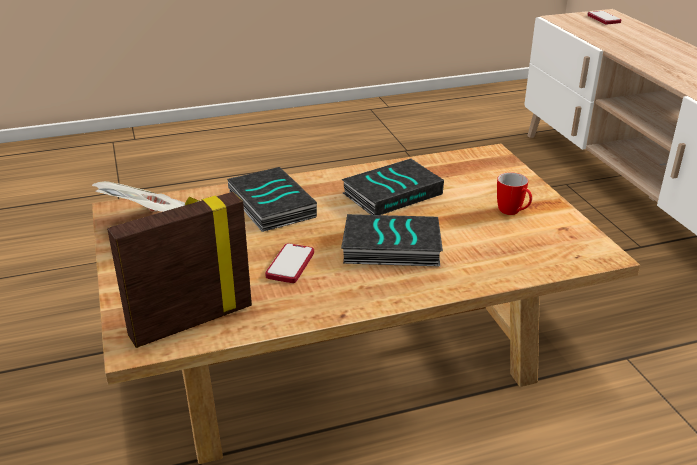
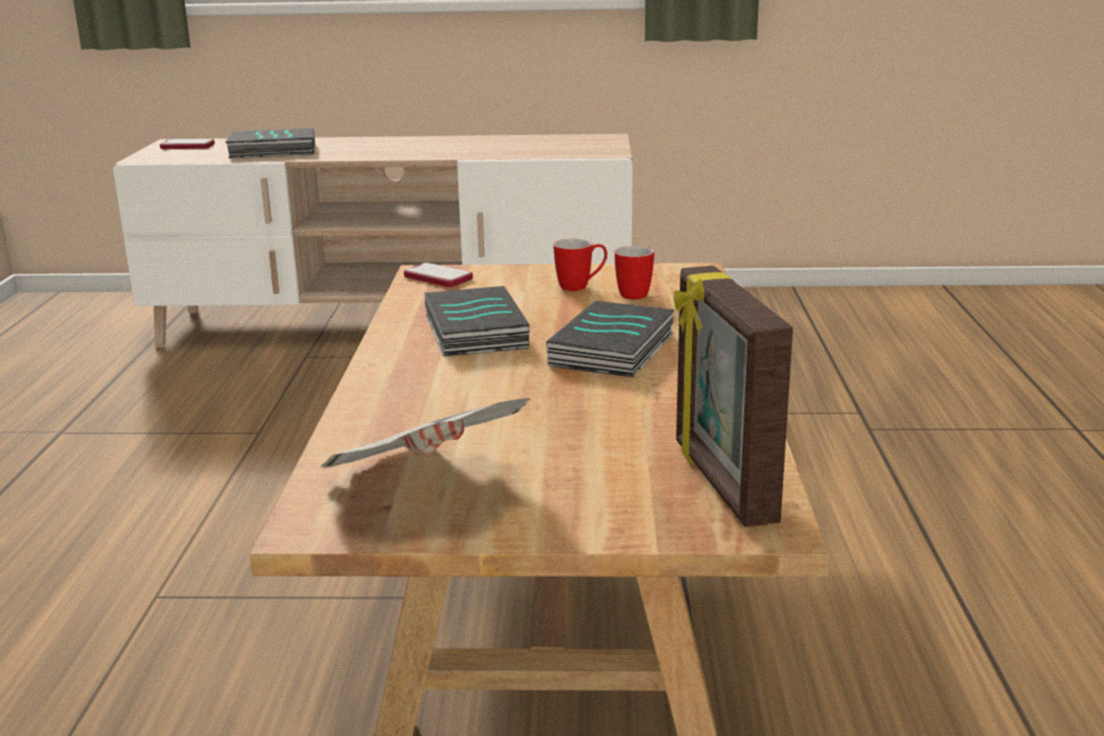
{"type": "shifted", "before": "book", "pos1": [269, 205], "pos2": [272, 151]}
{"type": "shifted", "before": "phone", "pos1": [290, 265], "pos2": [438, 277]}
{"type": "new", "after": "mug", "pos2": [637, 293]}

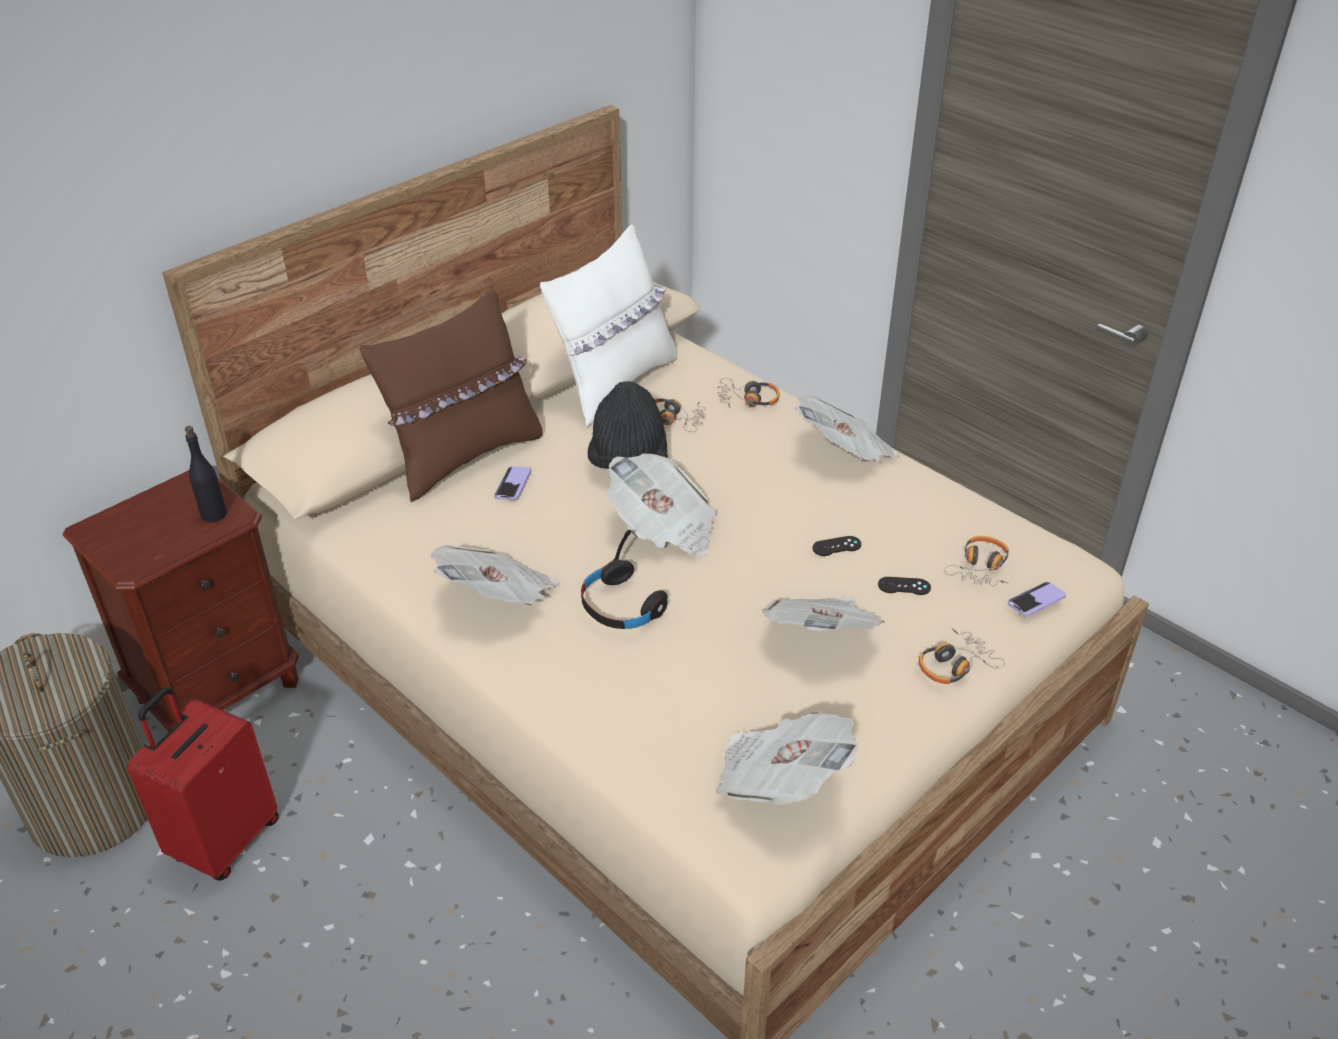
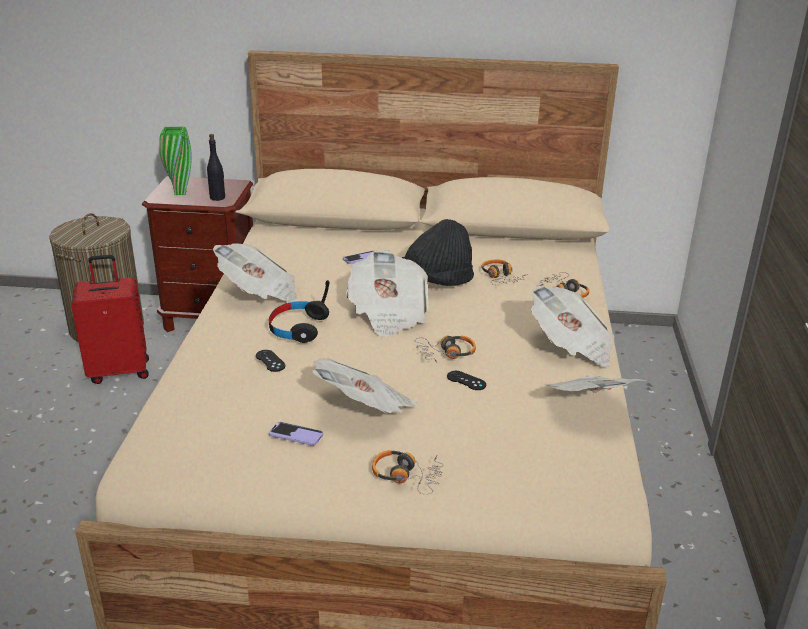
{"type": "gone", "before": "brown pillow", "pos1": [464, 456]}
{"type": "gone", "before": "white pillow", "pos1": [615, 384]}
{"type": "shifted", "before": "newspaper", "pos1": [780, 780], "pos2": [590, 405]}
{"type": "shifted", "before": "black game controller", "pos1": [904, 586], "pos2": [270, 361]}
{"type": "shifted", "before": "headphones", "pos1": [980, 568], "pos2": [446, 354]}
{"type": "shifted", "before": "phone", "pos1": [1036, 600], "pos2": [296, 435]}
{"type": "new", "after": "green vase", "pos2": [180, 193]}

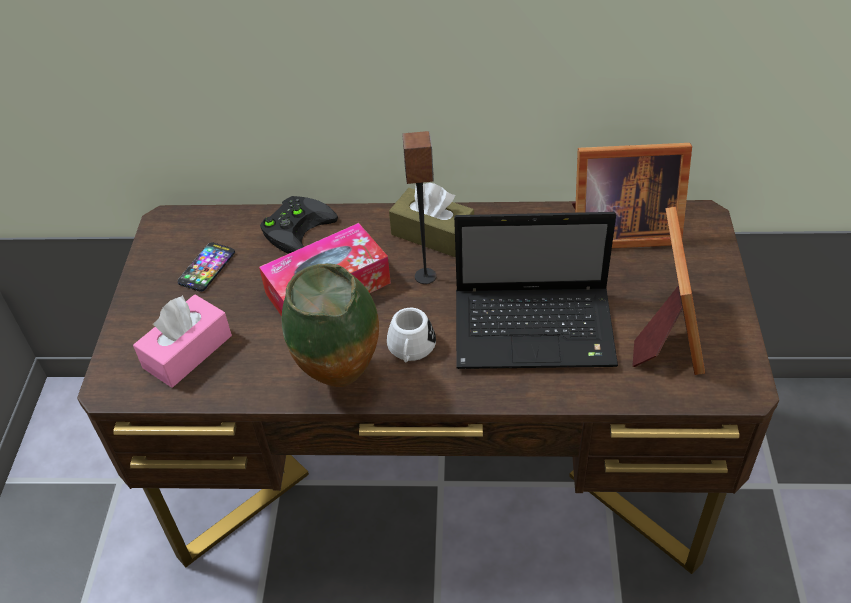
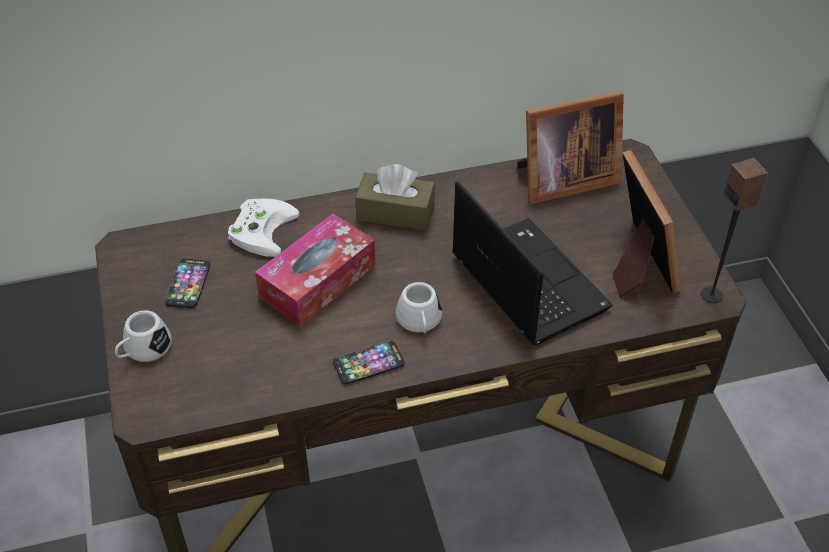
{"type": "gone", "before": "pink tissue box", "pos1": [187, 351]}
{"type": "repainted", "before": "black game controller", "after": "white game controller", "pos1": [297, 226], "pos2": [261, 228]}
{"type": "swapped", "before": "vase", "after": "phone", "pos1": [342, 382], "pos2": [369, 363]}
{"type": "shifted", "before": "speaker", "pos1": [426, 276], "pos2": [712, 295]}
{"type": "rotated", "before": "laptop", "pos1": [537, 329], "pos2": [525, 281], "turn": -105}
{"type": "new", "after": "white mug", "pos2": [143, 350]}

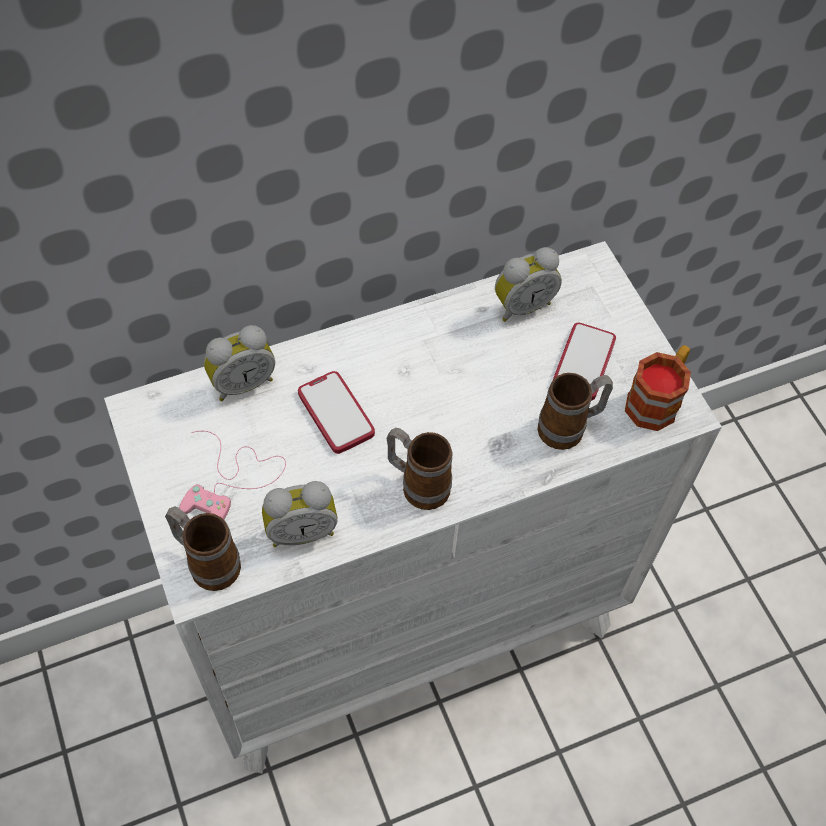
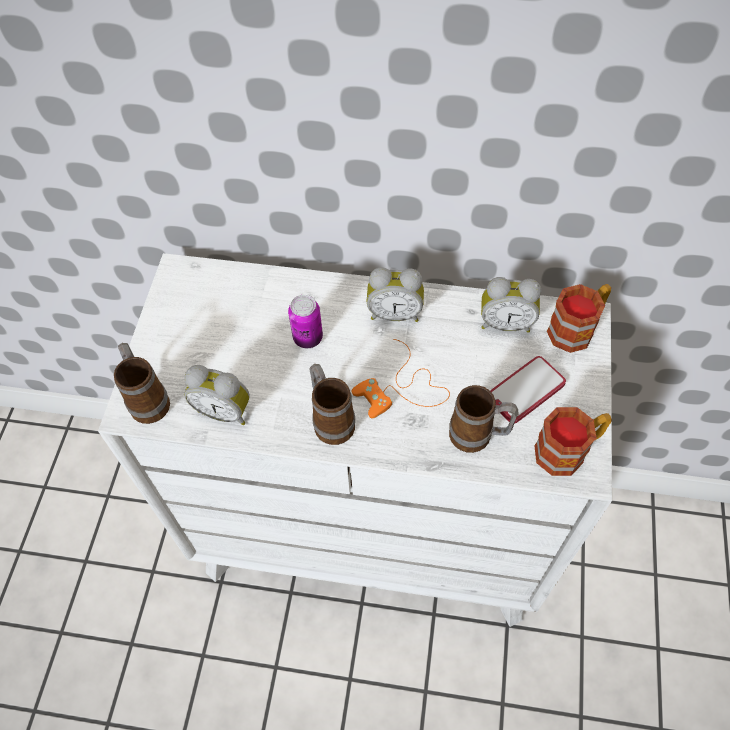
{"type": "gone", "before": "pink game controller", "pos1": [232, 479]}
{"type": "shifted", "before": "alarm clock", "pos1": [242, 382], "pos2": [395, 313]}
{"type": "swapped", "before": "phone", "after": "can", "pos1": [336, 413], "pos2": [308, 338]}
{"type": "new", "after": "orange game controller", "pos2": [402, 389]}
{"type": "new", "after": "mug", "pos2": [577, 328]}

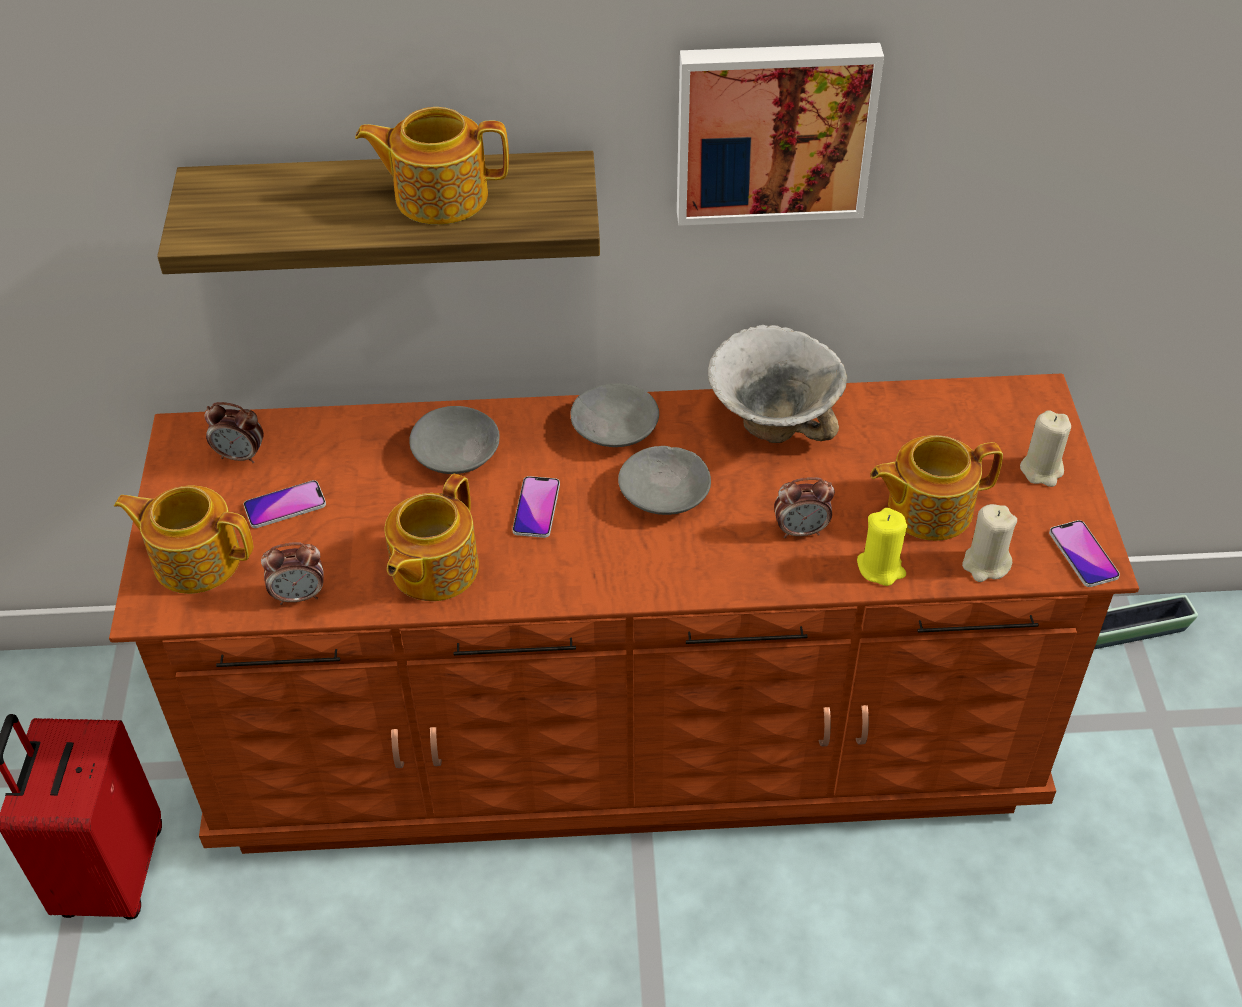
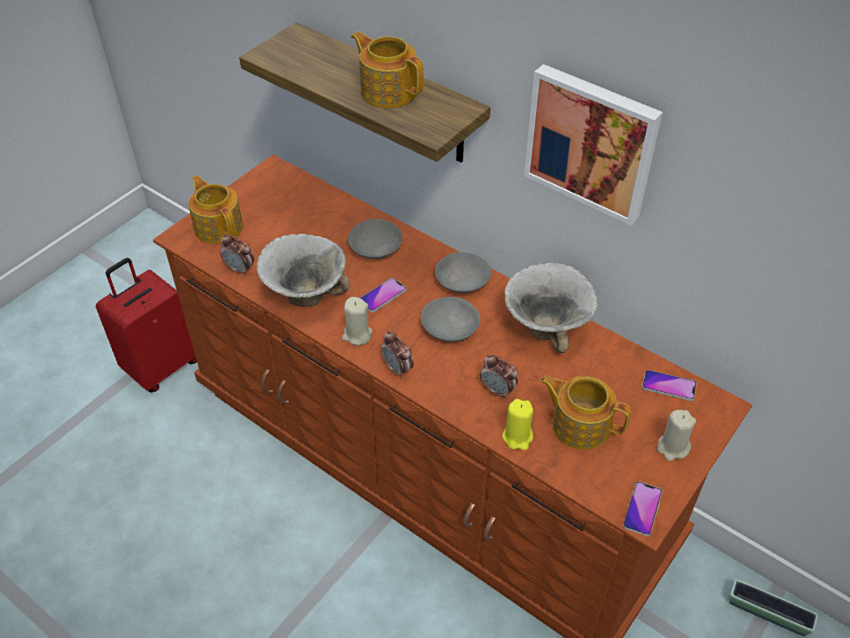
{"type": "shifted", "before": "alarm clock", "pos1": [241, 456], "pos2": [397, 369]}
{"type": "shifted", "before": "phone", "pos1": [285, 505], "pos2": [669, 386]}
{"type": "swapped", "before": "teapot", "after": "bowl", "pos1": [433, 569], "pos2": [306, 294]}
{"type": "shifted", "before": "beige candle", "pos1": [985, 564], "pos2": [357, 335]}

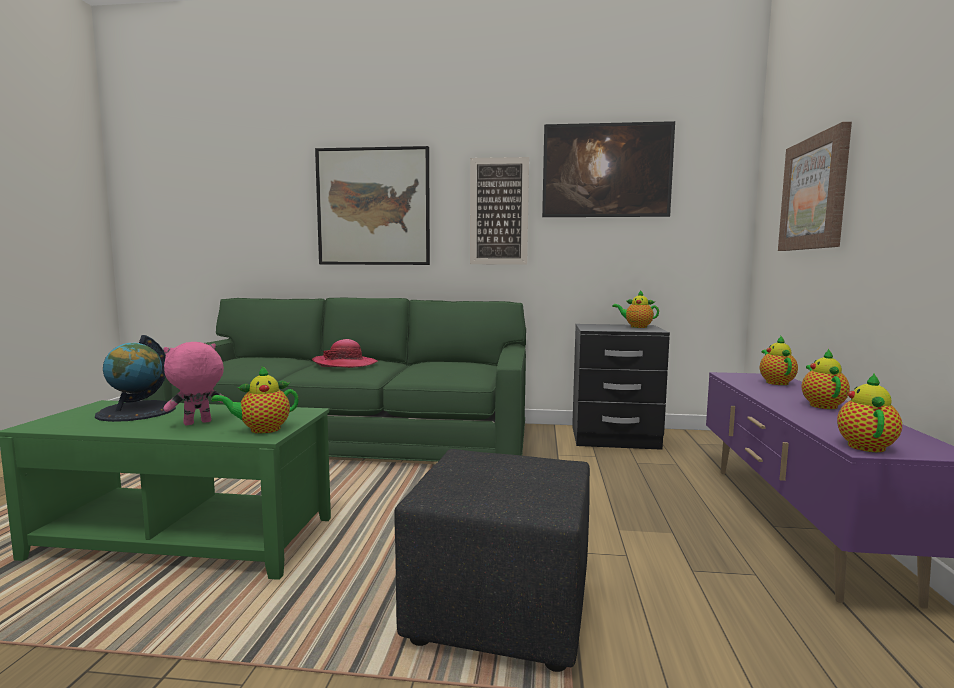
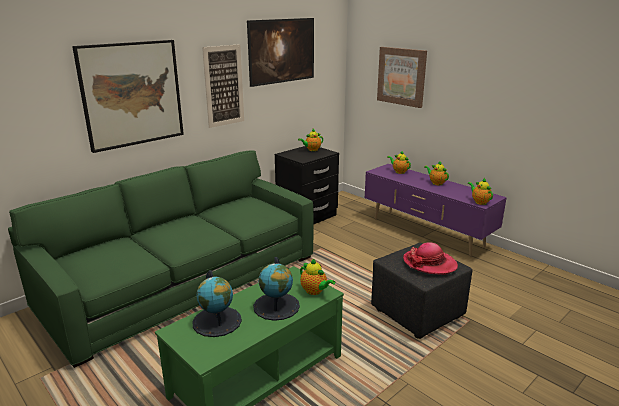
{"type": "swapped", "before": "pink plush toy", "after": "globe", "pos1": [197, 423], "pos2": [276, 306]}
{"type": "rotated", "before": "teapot", "pos1": [261, 430], "pos2": [315, 291], "turn": -60}
{"type": "shifted", "before": "hat", "pos1": [345, 364], "pos2": [429, 263]}

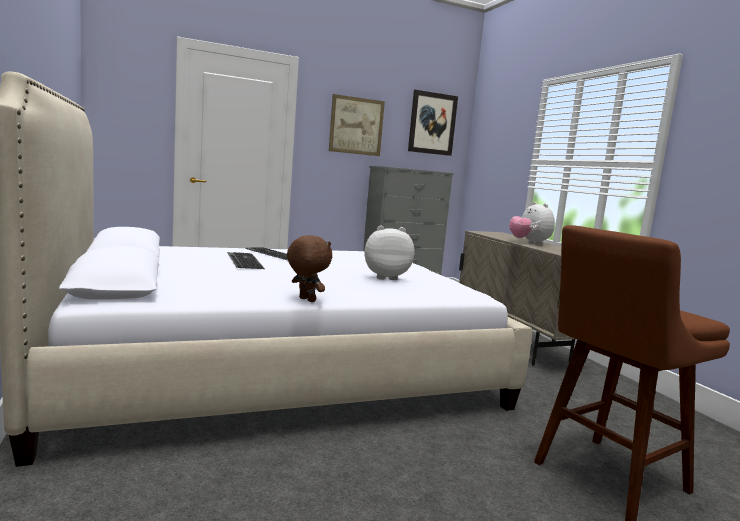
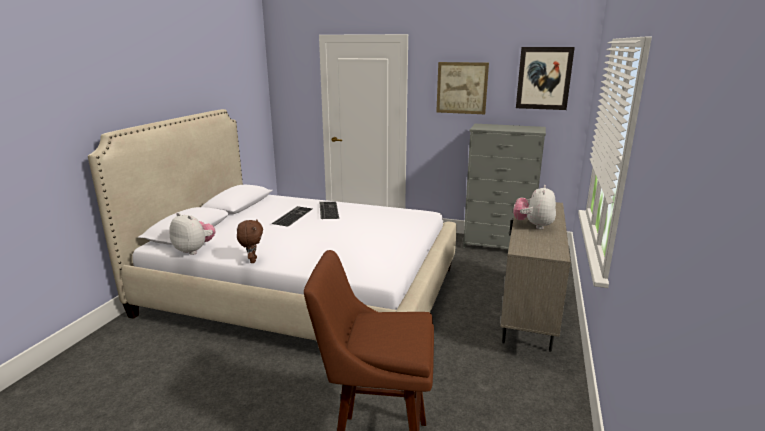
{"type": "shifted", "before": "plush toy", "pos1": [385, 277], "pos2": [194, 250]}

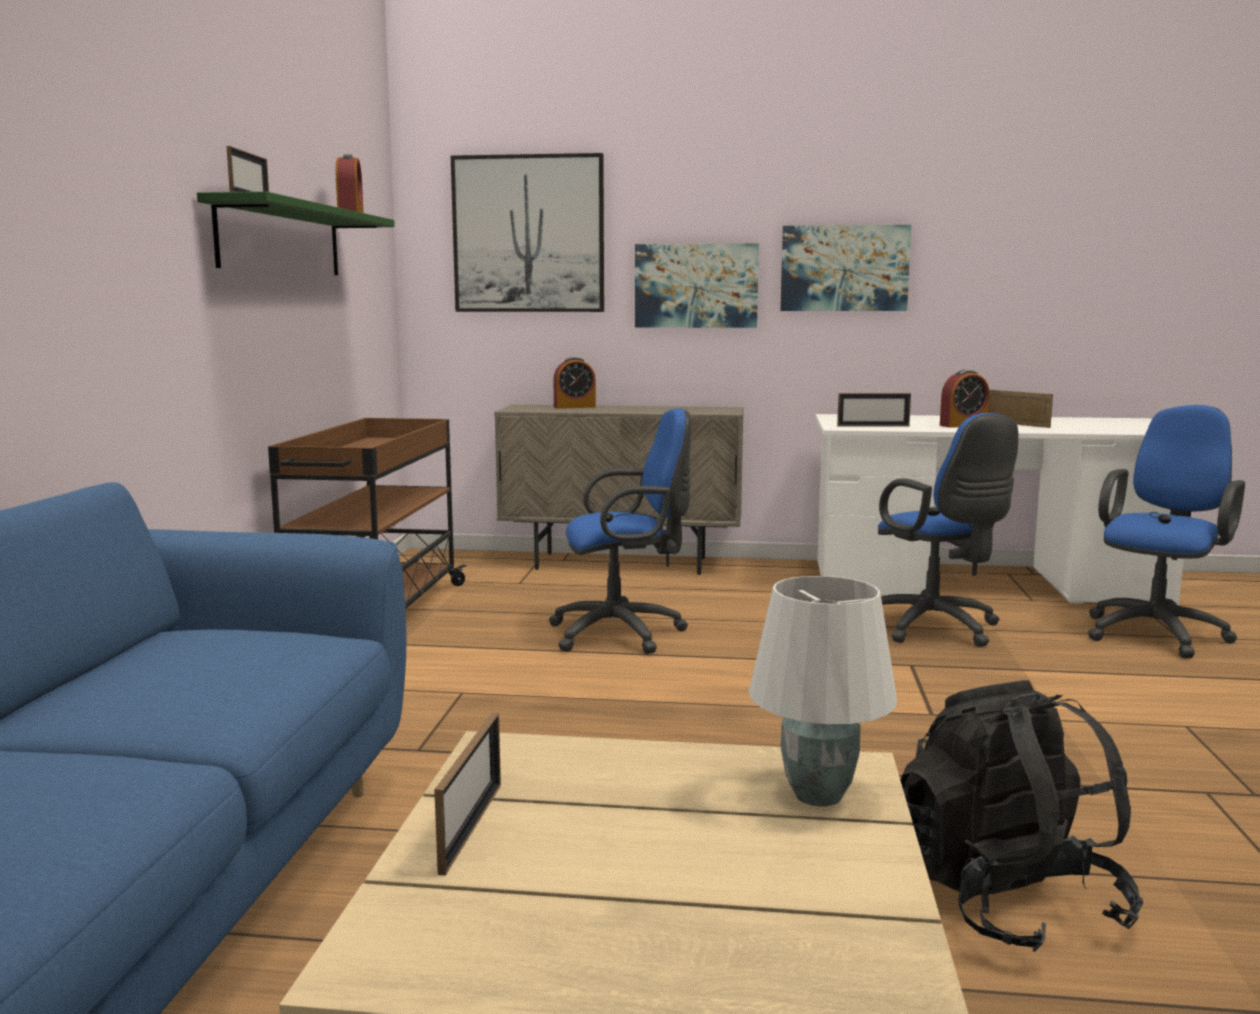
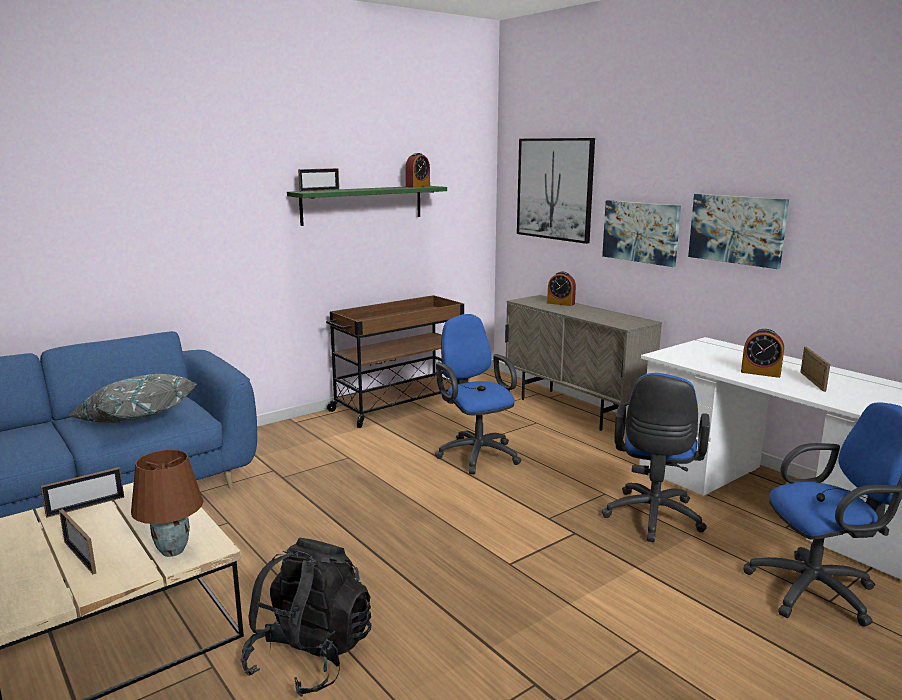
{"type": "rotated", "before": "blue office chair", "pos1": [624, 633], "pos2": [476, 453], "turn": -150}
{"type": "repainted", "before": "white table lamp", "after": "brown table lamp", "pos1": [820, 795], "pos2": [173, 551]}
{"type": "shifted", "before": "picture frame", "pos1": [873, 426], "pos2": [80, 557]}
{"type": "new", "after": "grey pillow", "pos2": [134, 419]}

